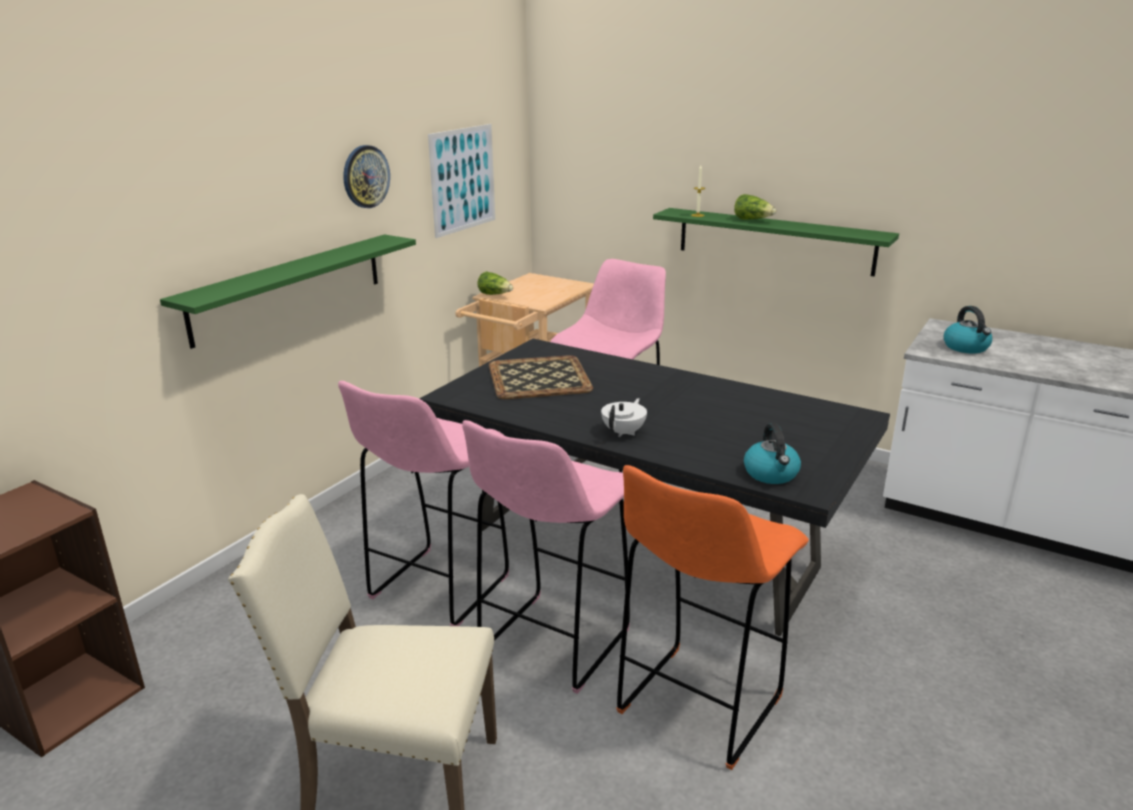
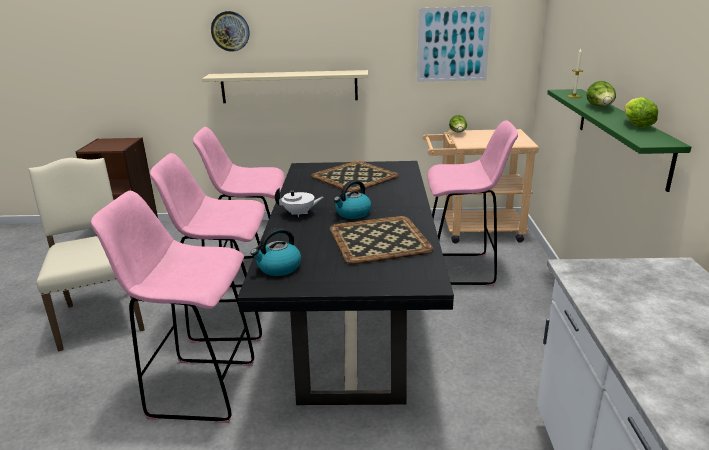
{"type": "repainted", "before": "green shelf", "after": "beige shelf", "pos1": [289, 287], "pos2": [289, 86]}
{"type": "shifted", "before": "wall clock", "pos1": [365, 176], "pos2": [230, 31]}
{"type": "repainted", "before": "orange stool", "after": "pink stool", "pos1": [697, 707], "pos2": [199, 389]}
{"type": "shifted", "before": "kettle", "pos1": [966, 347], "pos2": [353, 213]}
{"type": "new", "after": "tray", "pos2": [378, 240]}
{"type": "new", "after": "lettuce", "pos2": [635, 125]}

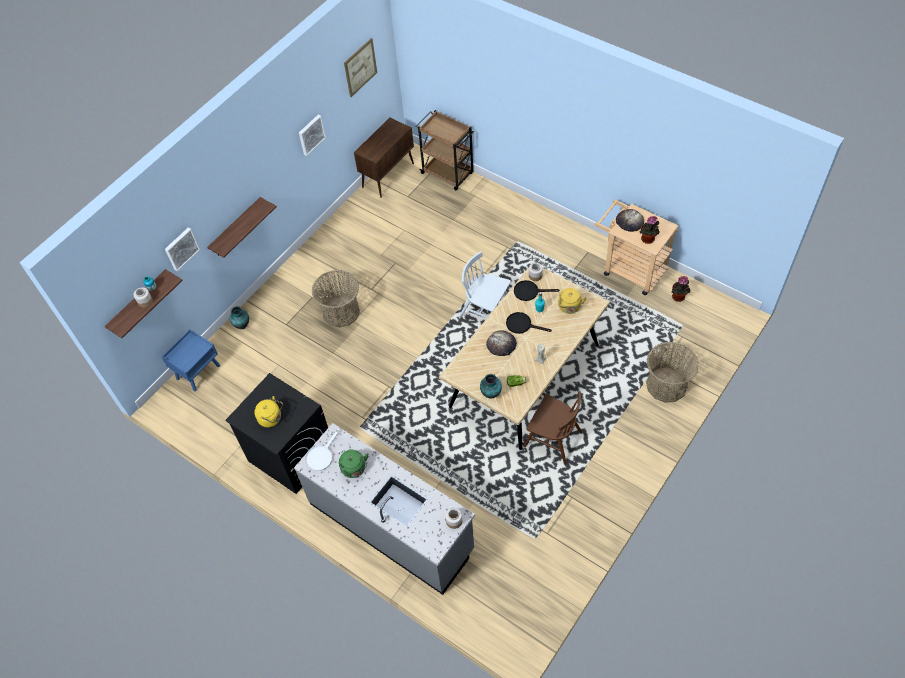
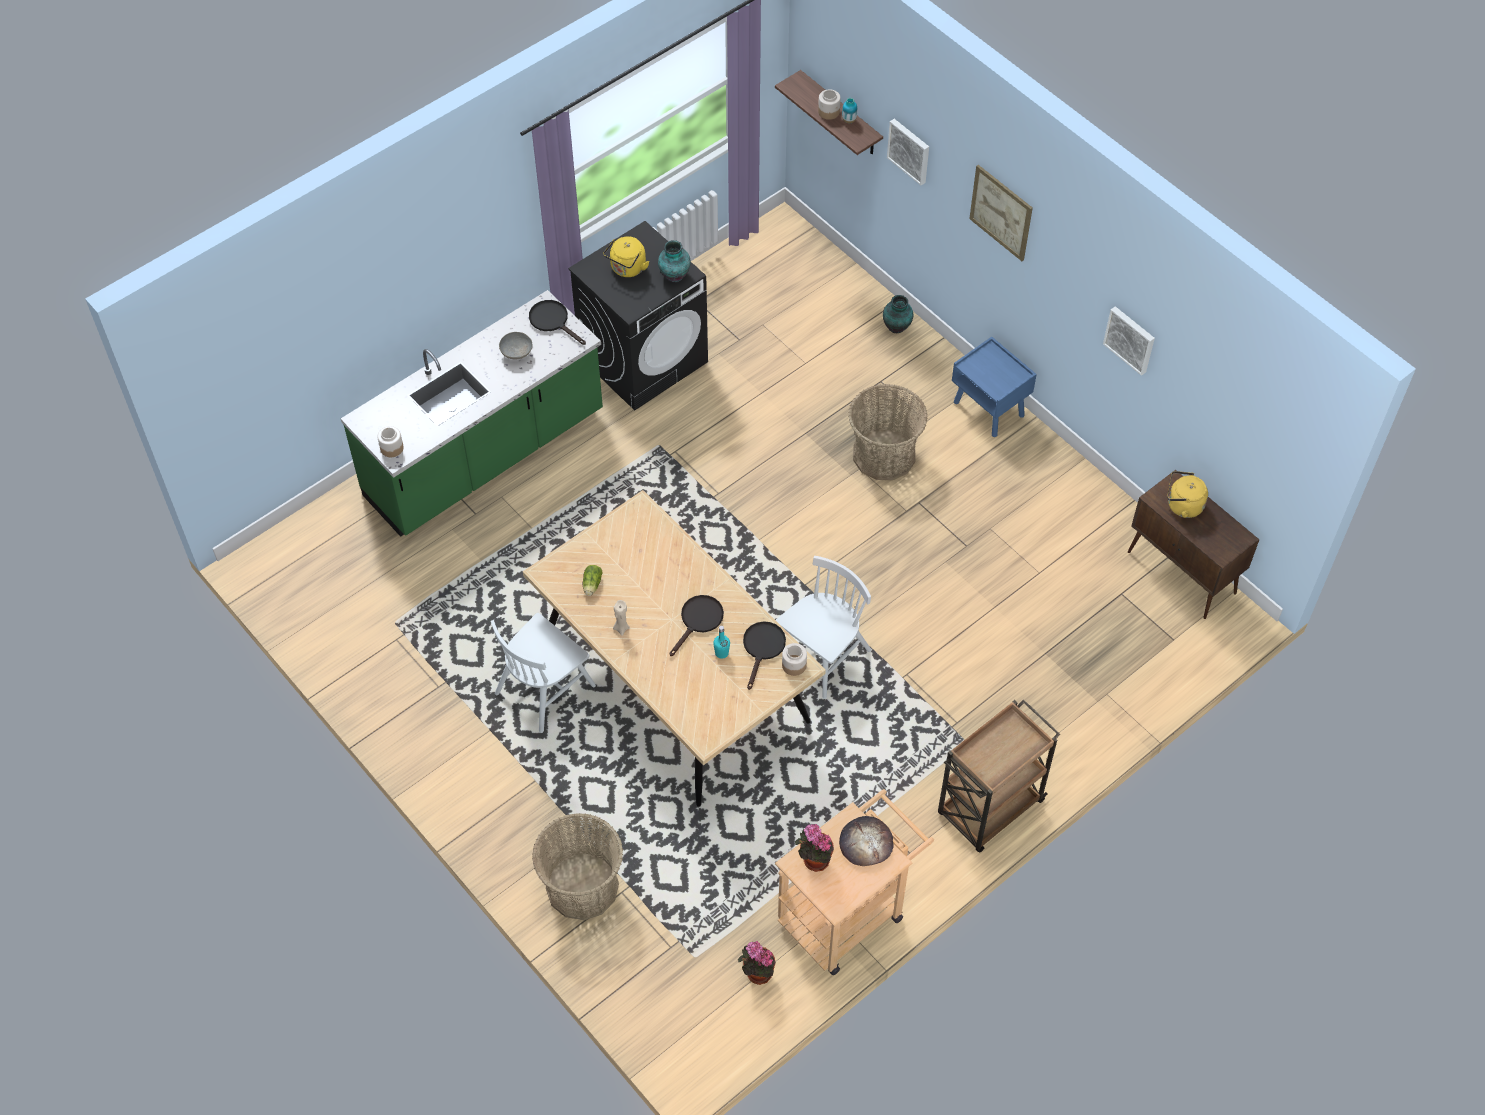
{"type": "shifted", "before": "blue nightstand", "pos1": [198, 372], "pos2": [989, 409]}
{"type": "gone", "before": "shelf", "pos1": [236, 228]}
{"type": "repainted", "before": "grey counter", "after": "green counter", "pos1": [391, 526], "pos2": [485, 456]}
{"type": "repainted", "before": "white frying pan", "after": "black frying pan", "pos1": [321, 455], "pos2": [553, 321]}
{"type": "swapped", "before": "green kettle", "after": "grey bowl", "pos1": [354, 469], "pos2": [516, 353]}
{"type": "shifted", "before": "picture", "pos1": [360, 67], "pos2": [1001, 212]}
{"type": "shifted", "before": "brown cart", "pos1": [448, 174], "pos2": [989, 809]}
{"type": "shifted", "before": "vase", "pos1": [491, 394], "pos2": [674, 275]}
{"type": "gone", "before": "bread", "pos1": [501, 344]}
{"type": "repainted", "before": "brown chair", "after": "white chair", "pos1": [552, 439], "pos2": [545, 688]}
{"type": "shifted", "before": "yellow kettle", "pos1": [569, 308], "pos2": [1182, 505]}

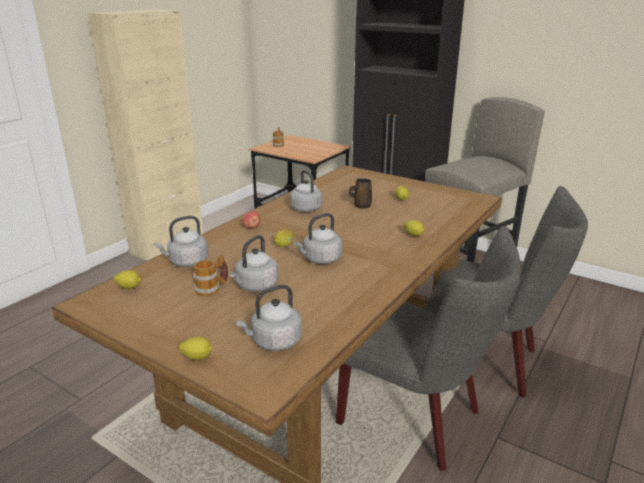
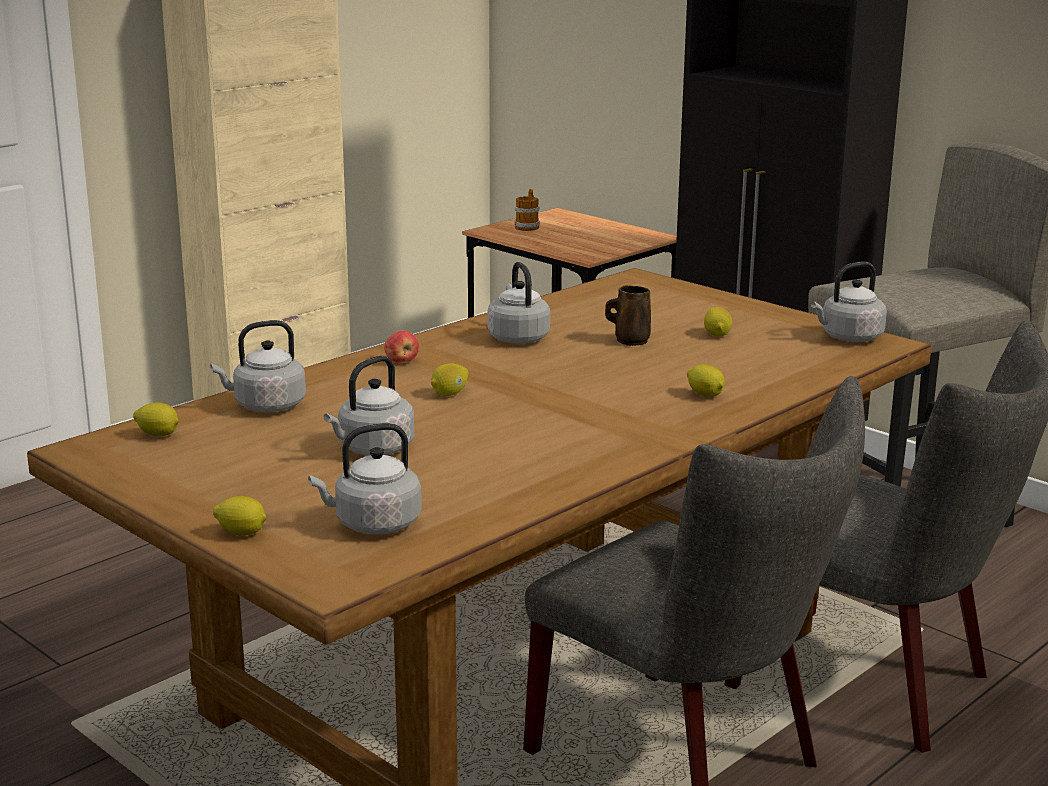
{"type": "gone", "before": "mug", "pos1": [212, 288]}
{"type": "shifted", "before": "grey kettle", "pos1": [320, 259], "pos2": [848, 337]}

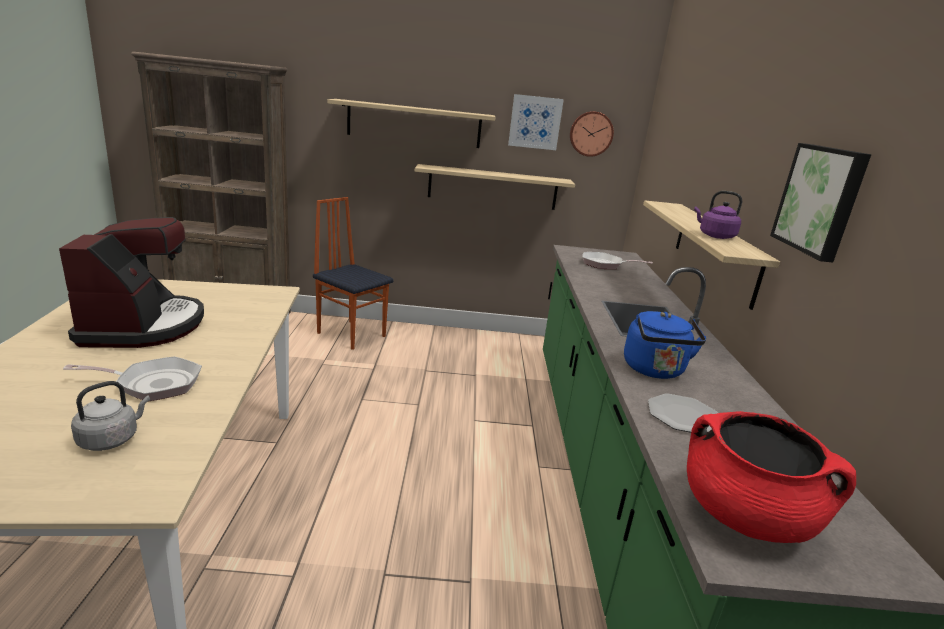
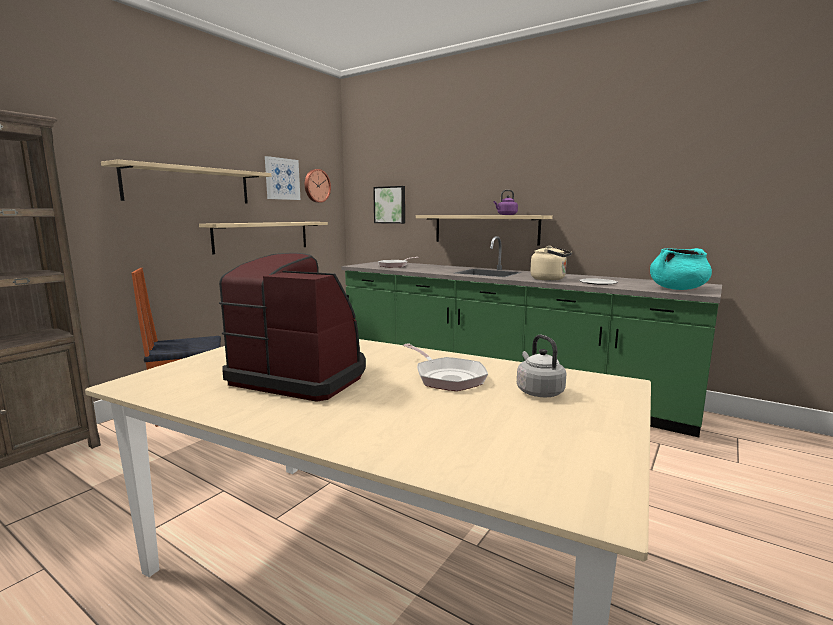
{"type": "rotated", "before": "frying pan", "pos1": [153, 384], "pos2": [447, 377], "turn": 120}
{"type": "repainted", "before": "blue kettle", "after": "beige kettle", "pos1": [655, 371], "pos2": [550, 279]}
{"type": "repainted", "before": "red cooking pot", "after": "turquoise cooking pot", "pos1": [745, 516], "pos2": [677, 289]}
{"type": "shifted", "before": "picture", "pos1": [821, 200], "pos2": [390, 205]}

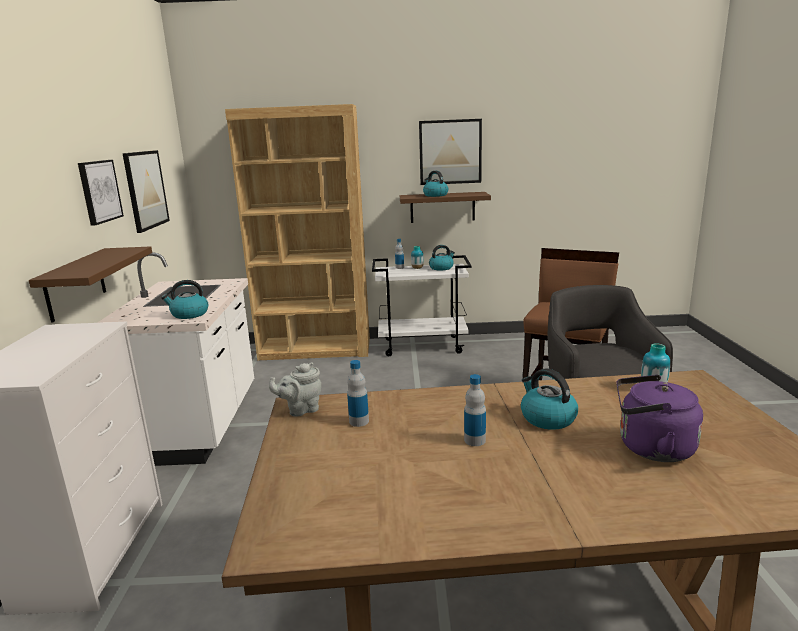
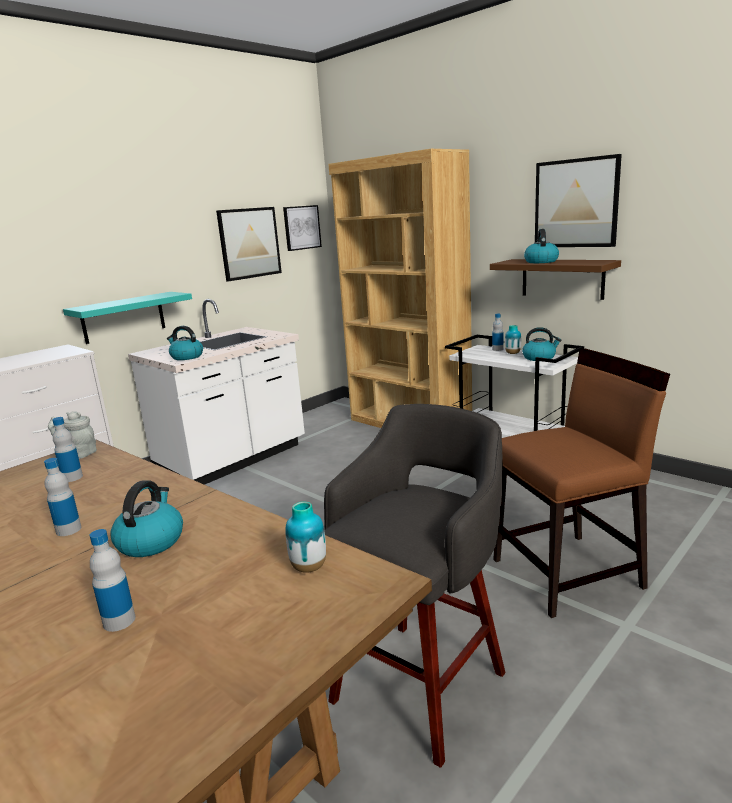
{"type": "repainted", "before": "brown shelf", "after": "turquoise shelf", "pos1": [75, 284], "pos2": [123, 317]}
{"type": "shifted", "before": "picture", "pos1": [99, 191], "pos2": [301, 227]}
{"type": "swapped", "before": "purple kettle", "after": "bottle", "pos1": [651, 448], "pos2": [119, 621]}

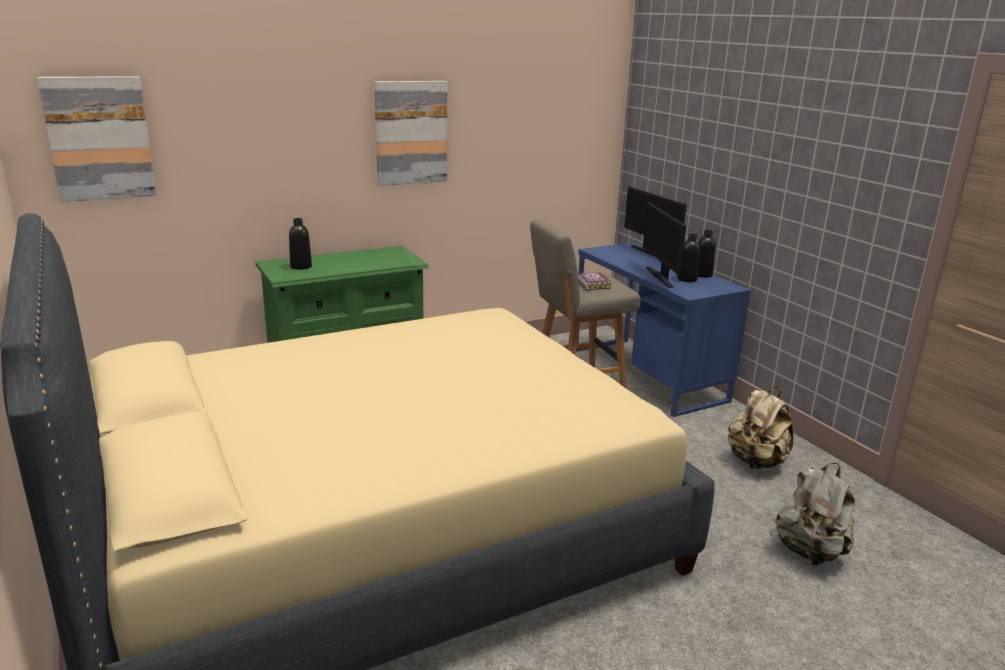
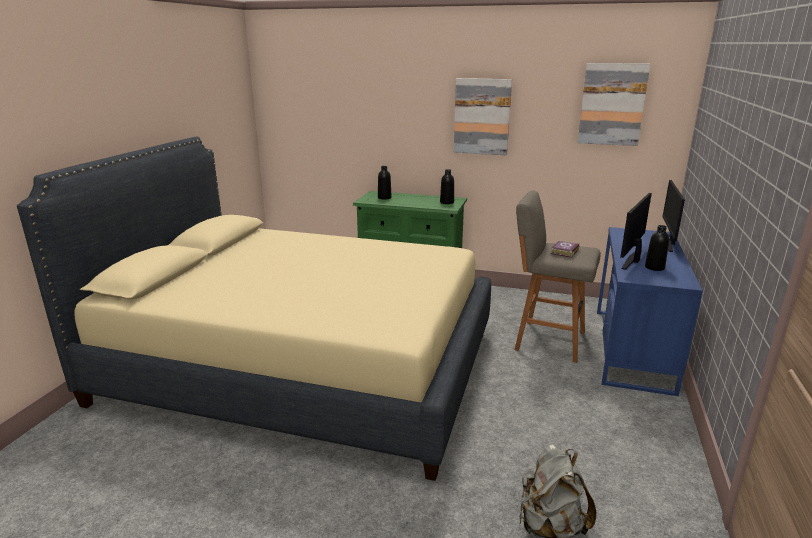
{"type": "shifted", "before": "picture", "pos1": [99, 138], "pos2": [612, 104]}
{"type": "shifted", "before": "black bottle", "pos1": [702, 275], "pos2": [447, 202]}
{"type": "gone", "before": "beige backpack", "pos1": [756, 462]}

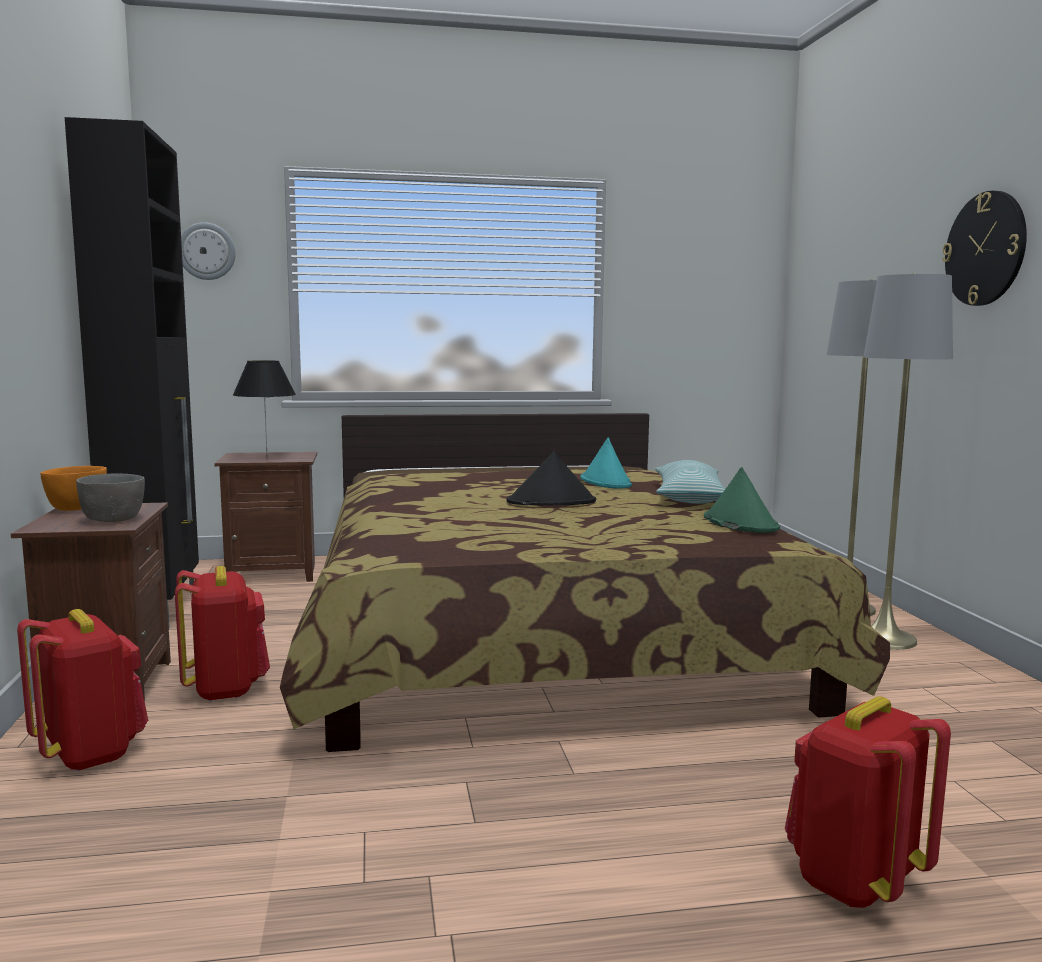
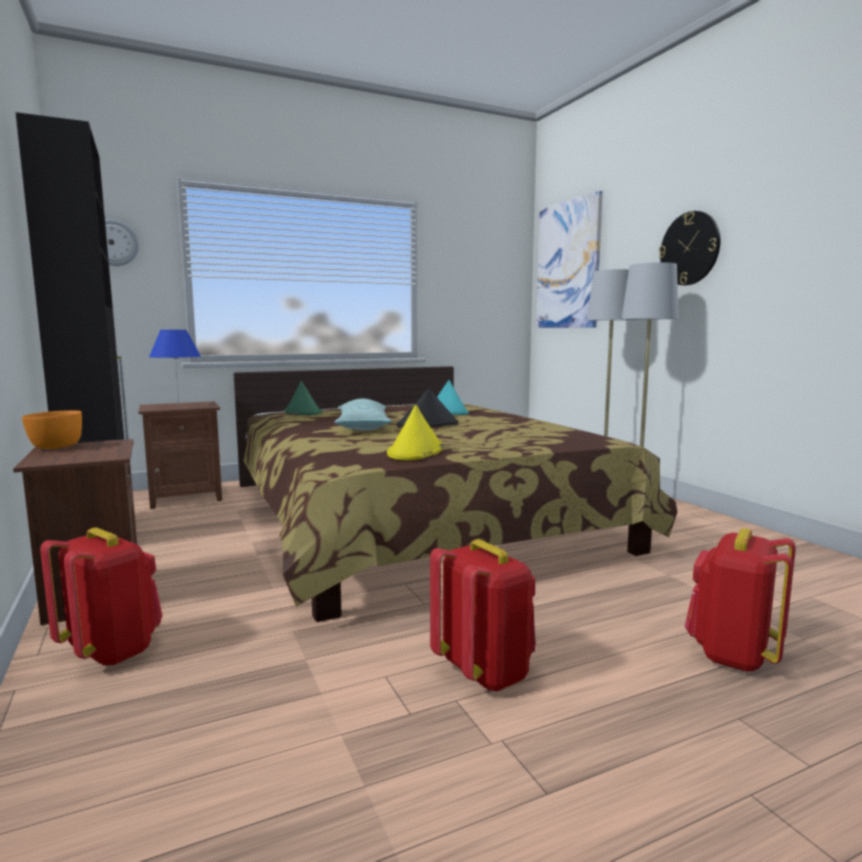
{"type": "gone", "before": "grey bowl", "pos1": [114, 520]}
{"type": "shifted", "before": "red backpack", "pos1": [226, 689], "pos2": [485, 672]}
{"type": "repainted", "before": "black table lamp", "after": "blue table lamp", "pos1": [266, 457], "pos2": [178, 406]}
{"type": "shifted", "before": "pillow", "pos1": [689, 497], "pos2": [362, 426]}
{"type": "shifted", "before": "green hat", "pos1": [739, 523], "pos2": [302, 412]}
{"type": "new", "after": "yellow hat", "pos2": [415, 451]}
{"type": "new", "after": "picture", "pos2": [568, 265]}

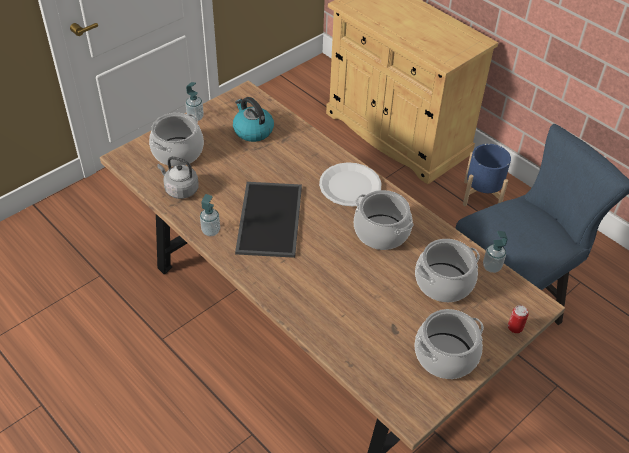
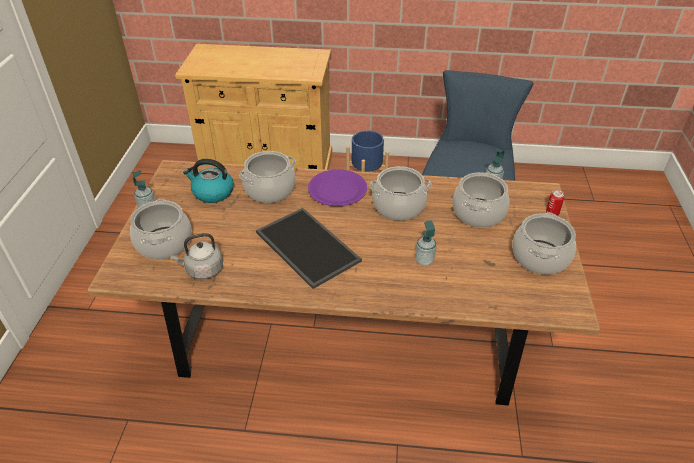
{"type": "shifted", "before": "soap dispenser", "pos1": [211, 231], "pos2": [424, 260]}
{"type": "repainted", "before": "white plate", "after": "purple plate", "pos1": [350, 186], "pos2": [337, 189]}
{"type": "new", "after": "cooking pot", "pos2": [270, 189]}

